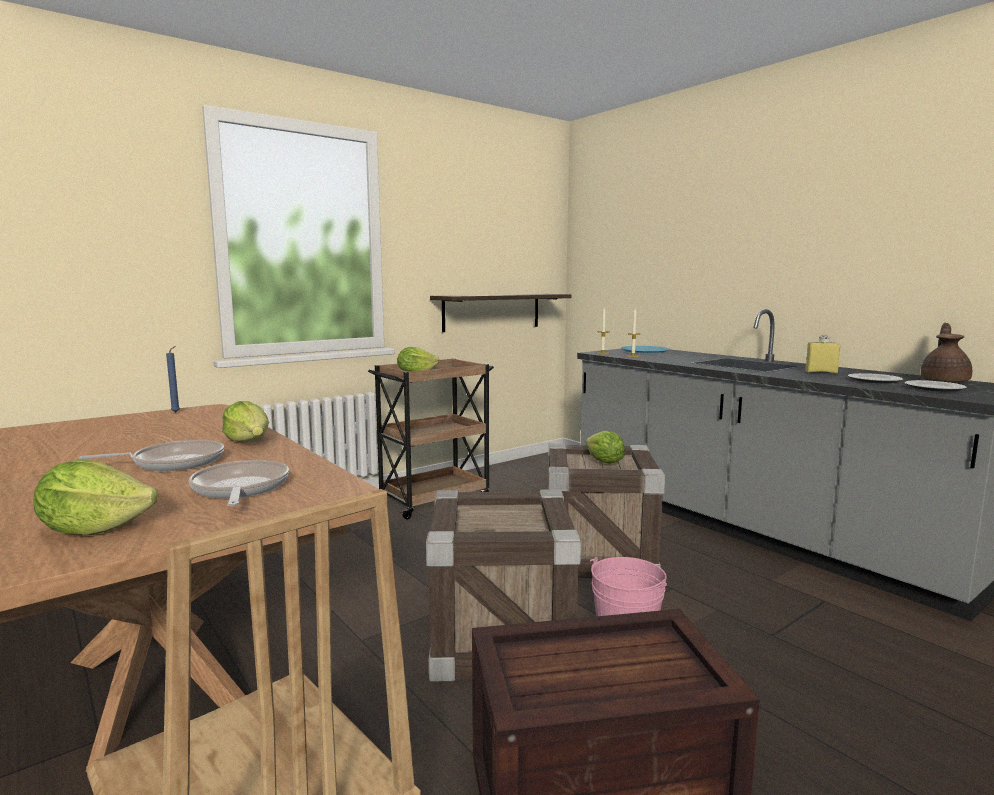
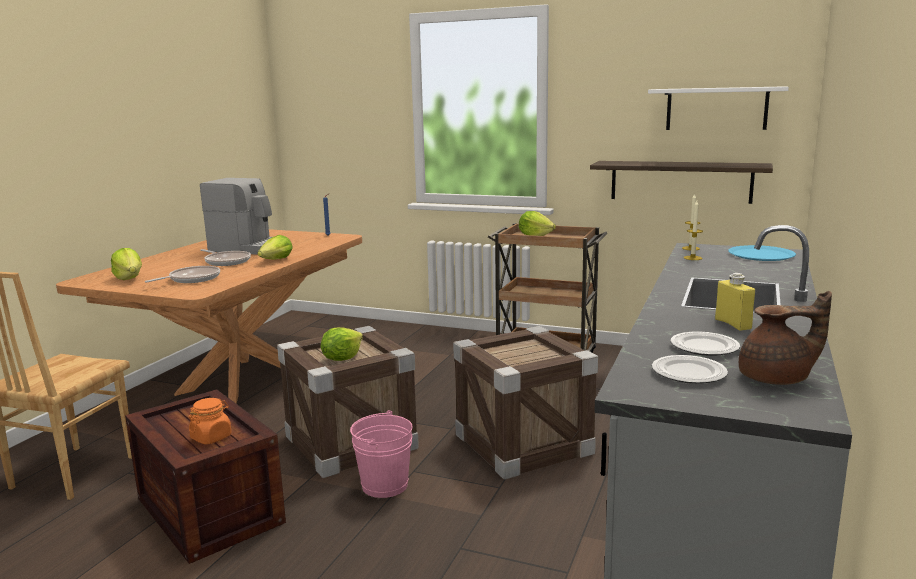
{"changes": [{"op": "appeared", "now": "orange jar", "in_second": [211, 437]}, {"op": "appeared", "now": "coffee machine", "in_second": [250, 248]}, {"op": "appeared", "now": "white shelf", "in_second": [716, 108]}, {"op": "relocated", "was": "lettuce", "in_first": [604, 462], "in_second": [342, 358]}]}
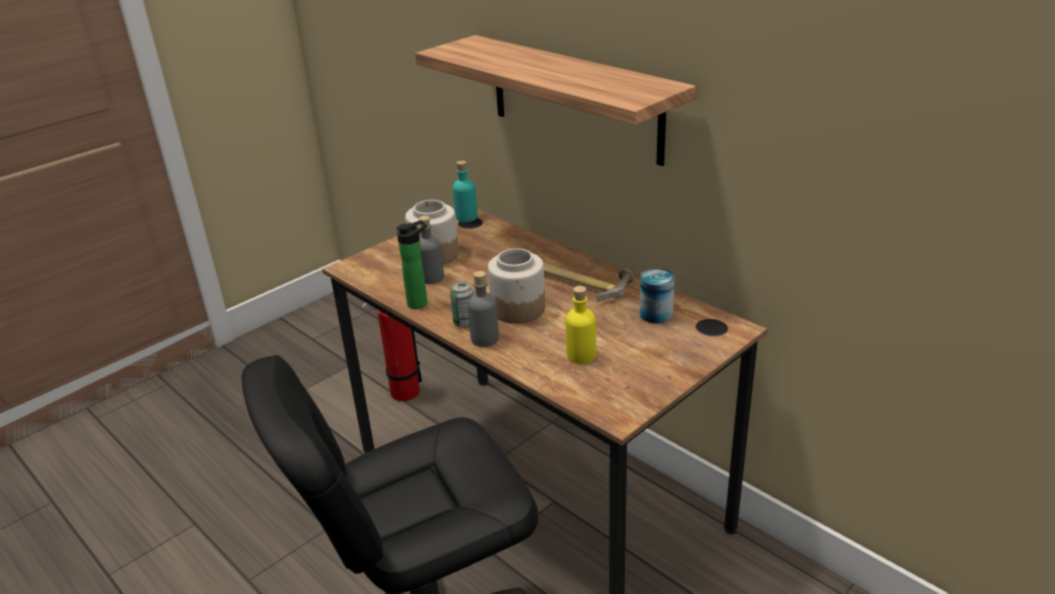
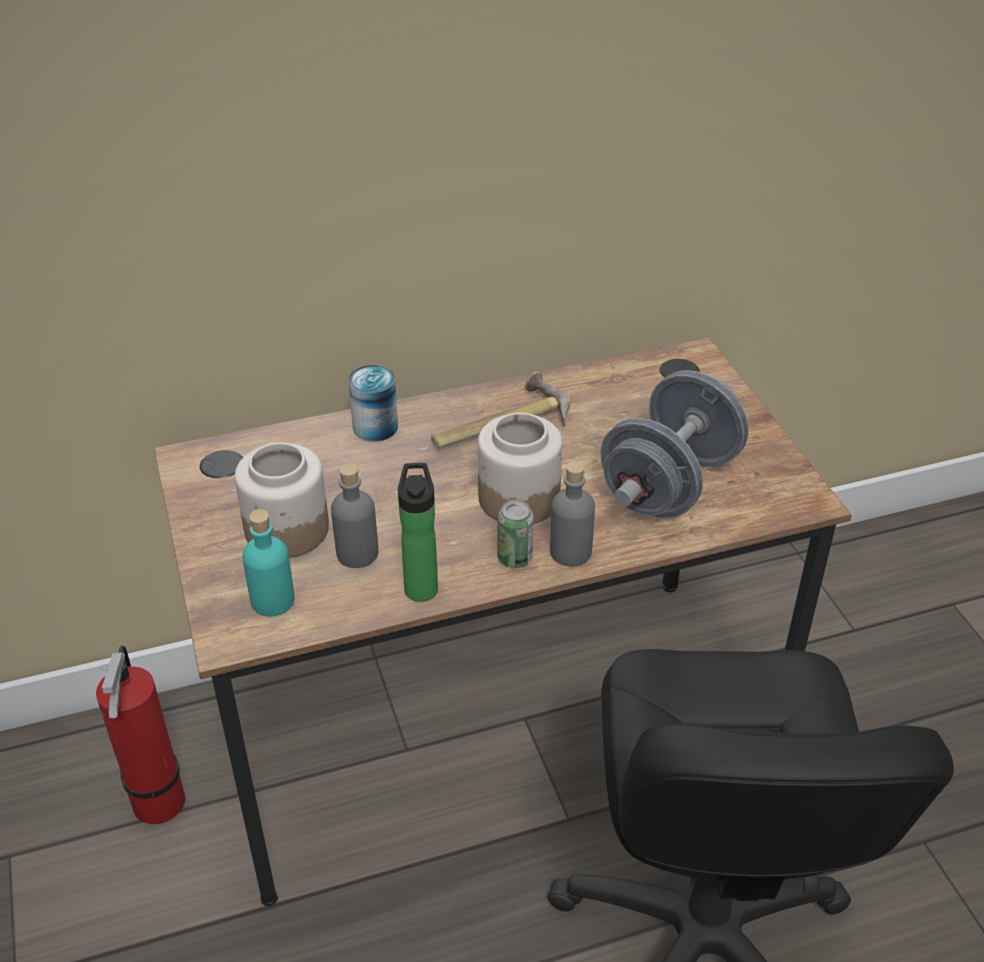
{"changes": [{"op": "missing", "was": "shelf", "in_first": [574, 98]}, {"op": "relocated", "was": "turquoise bottle", "in_first": [466, 217], "in_second": [272, 600]}, {"op": "relocated", "was": "can", "in_first": [656, 314], "in_second": [375, 427]}, {"op": "exchanged", "was": "yellow bottle", "now": "grey dumbbell", "in_first": [581, 355], "in_second": [669, 484]}]}
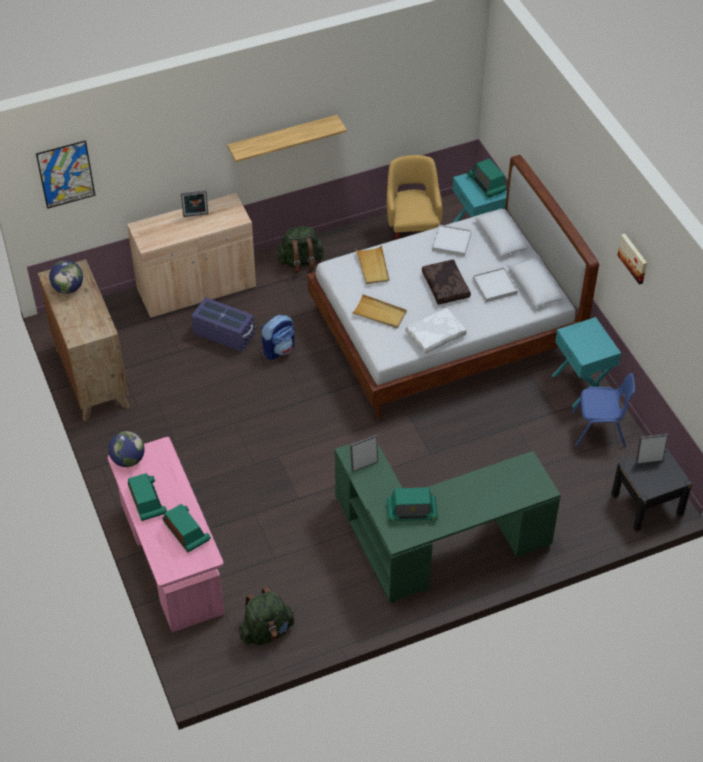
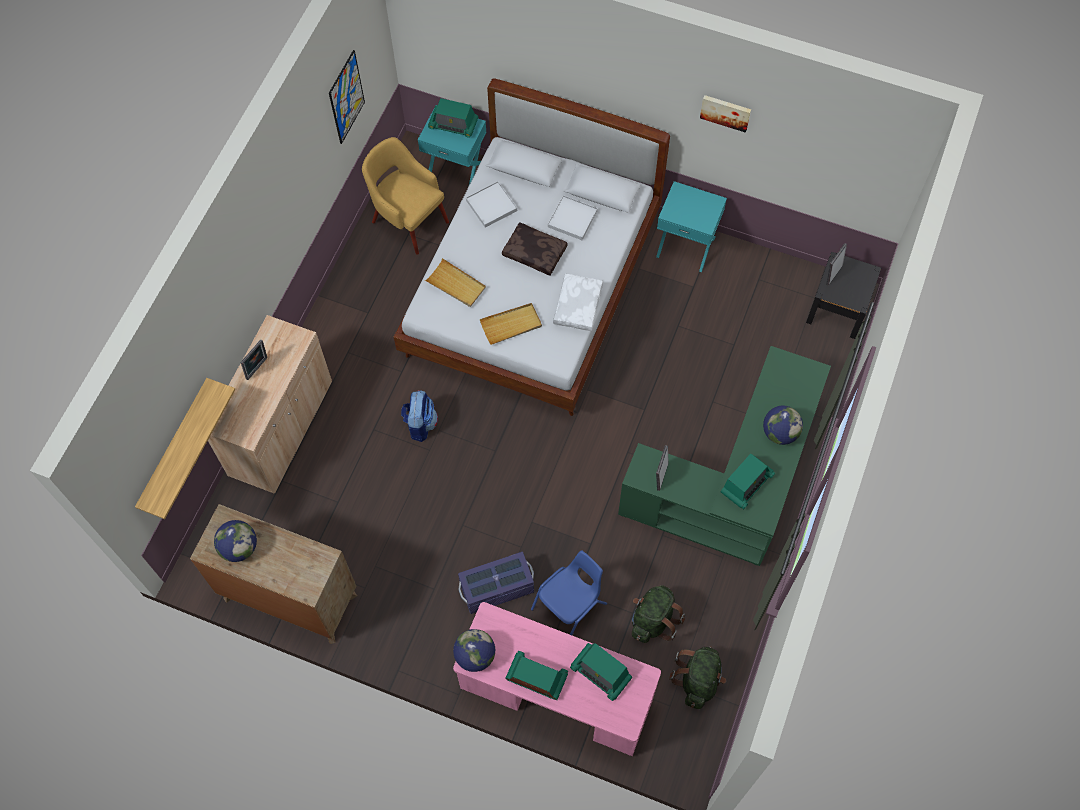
{"changes": [{"op": "appeared", "now": "globe", "in_second": [779, 433]}, {"op": "relocated", "was": "picture", "in_first": [66, 174], "in_second": [346, 97]}, {"op": "relocated", "was": "purple storage box", "in_first": [224, 334], "in_second": [496, 588]}, {"op": "relocated", "was": "shelf", "in_first": [283, 138], "in_second": [175, 447]}, {"op": "relocated", "was": "green backpack", "in_first": [300, 262], "in_second": [653, 620]}, {"op": "relocated", "was": "blue chair", "in_first": [599, 430], "in_second": [570, 606]}, {"op": "spun", "was": "radio", "in_first": [186, 532], "in_second": [601, 673], "clockwise": -150}]}
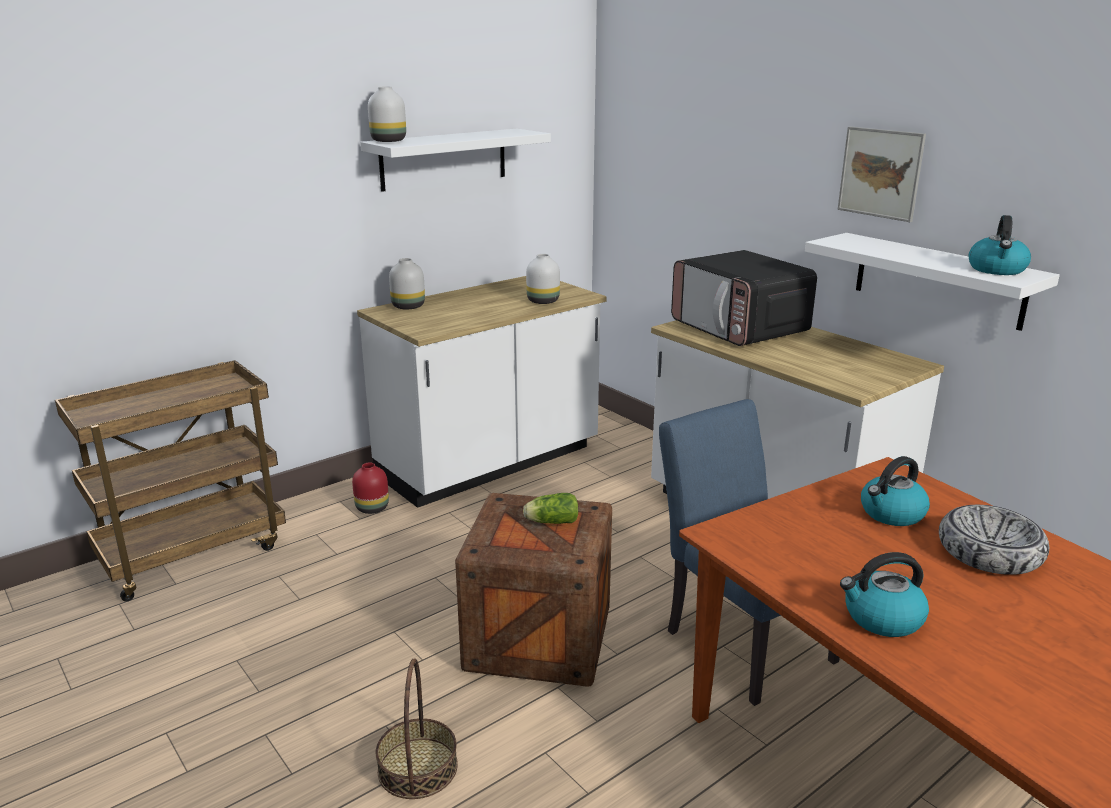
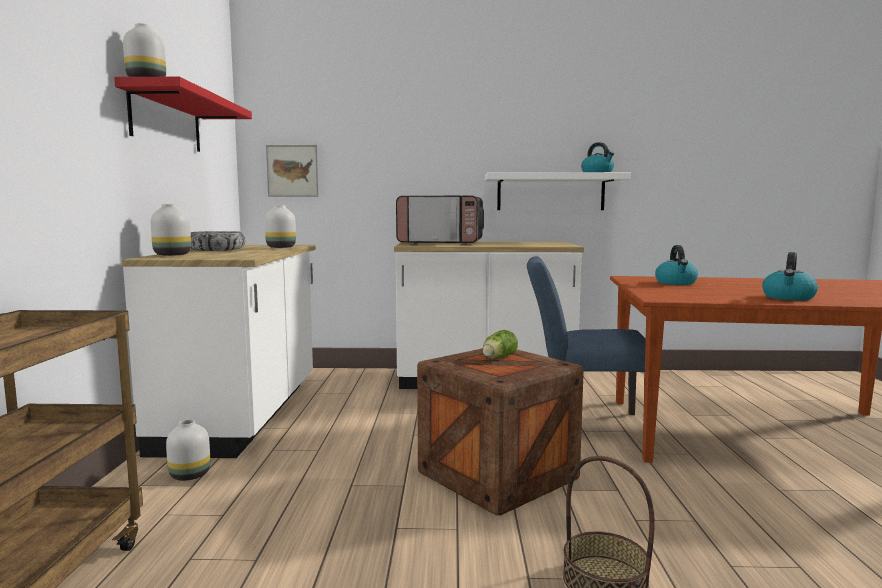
{"changes": [{"op": "relocated", "was": "picture", "in_first": [880, 173], "in_second": [292, 171]}, {"op": "relocated", "was": "bowl", "in_first": [989, 553], "in_second": [216, 249]}, {"op": "colour", "was": "red vase", "now": "white vase", "in_first": [372, 507], "in_second": [189, 475]}, {"op": "colour", "was": "white shelf", "now": "red shelf", "in_first": [444, 159], "in_second": [166, 120]}]}
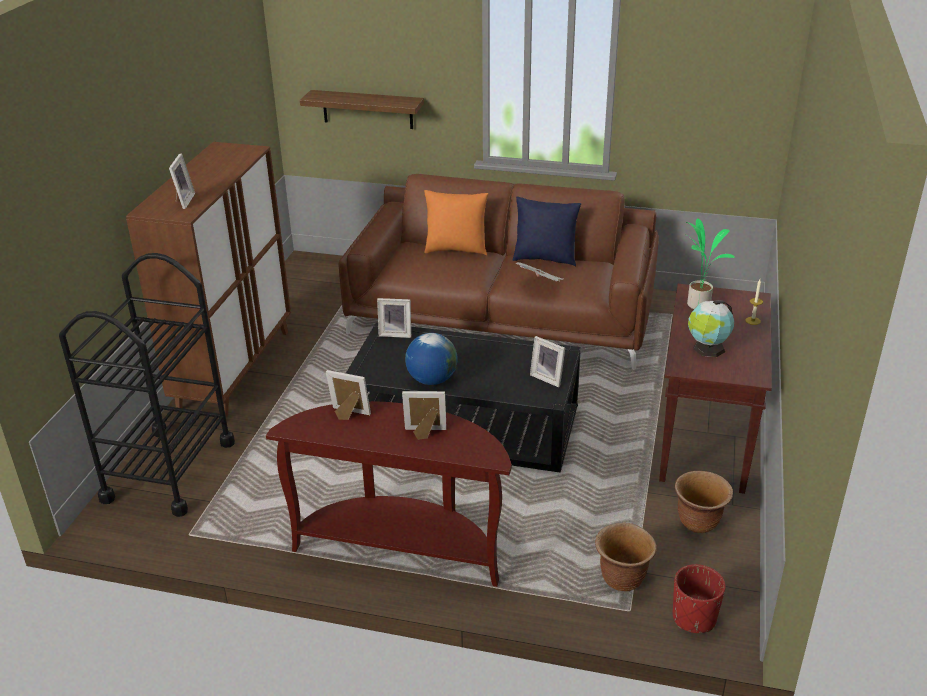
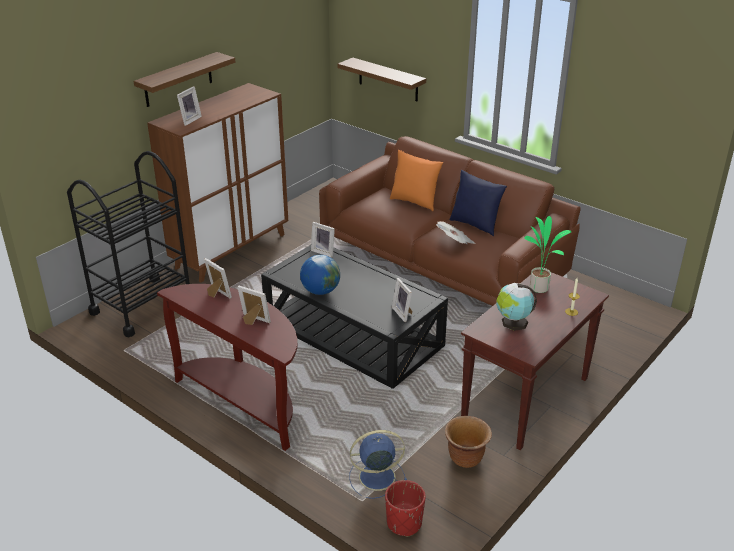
{"changes": [{"op": "appeared", "now": "shelf", "in_second": [178, 80]}, {"op": "exchanged", "was": "brown planter", "now": "blue fan", "in_first": [622, 578], "in_second": [375, 477]}]}
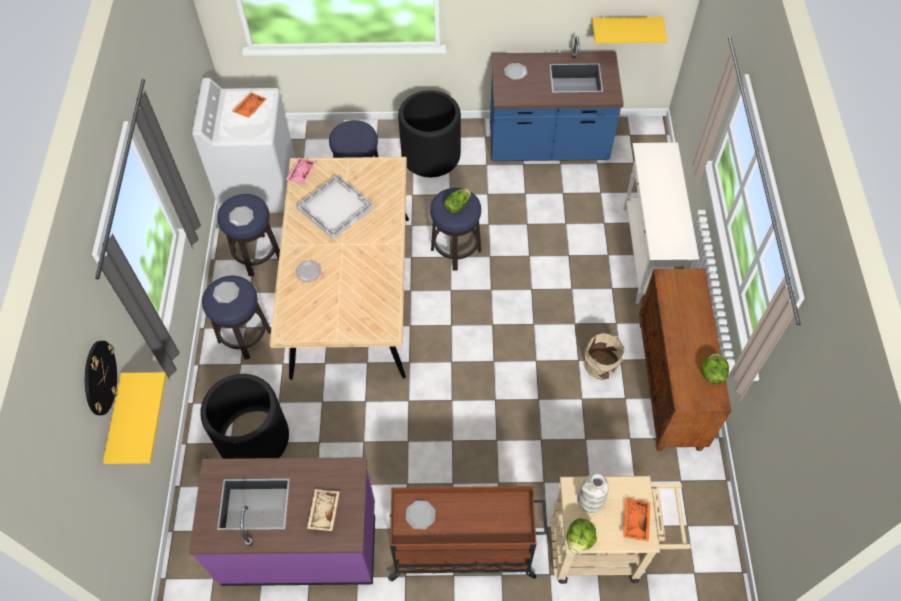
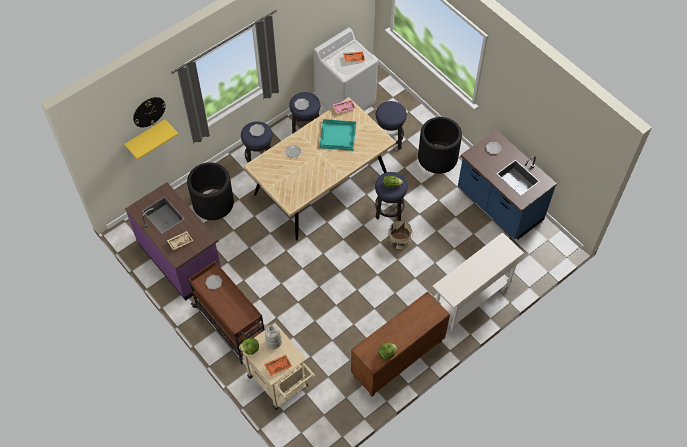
{"changes": [{"op": "missing", "was": "yellow shelf", "in_first": [625, 27]}, {"op": "relocated", "was": "beige bucket", "in_first": [601, 366], "in_second": [399, 241]}, {"op": "colour", "was": "white tray", "now": "turquoise tray", "in_first": [335, 207], "in_second": [338, 135]}]}
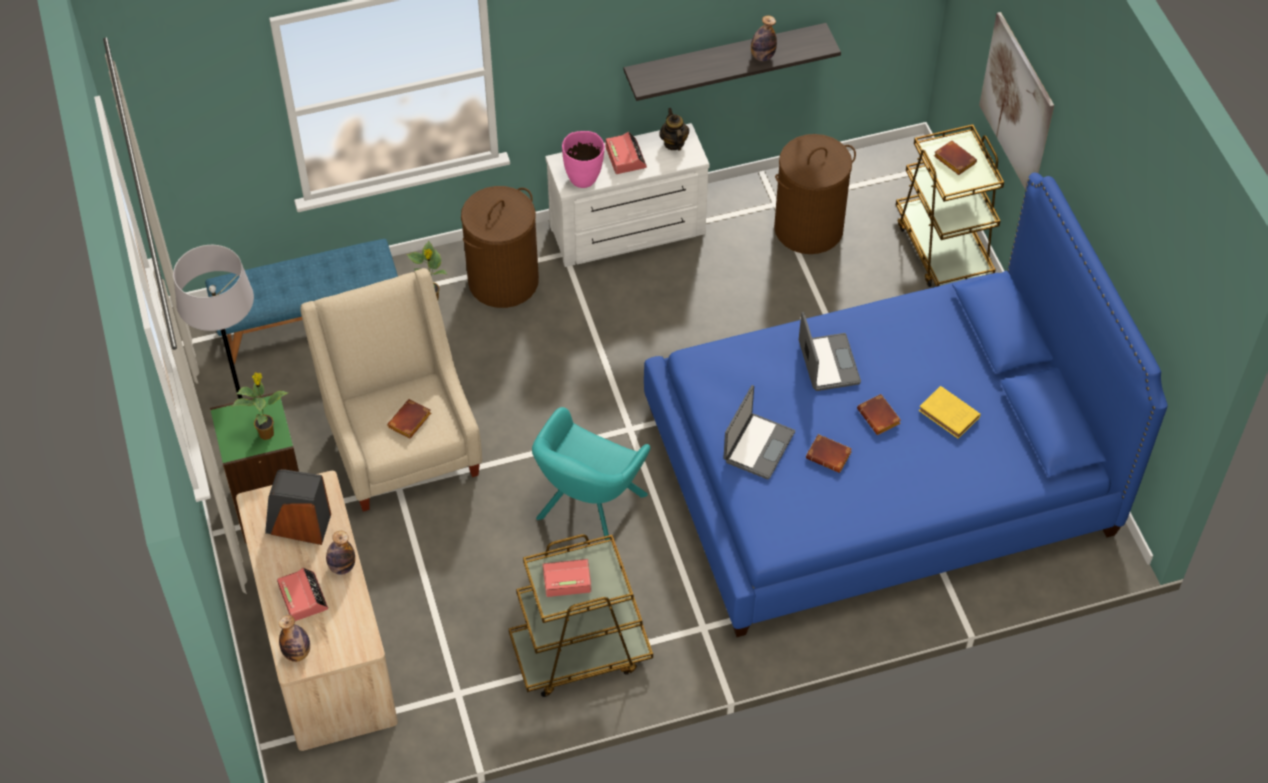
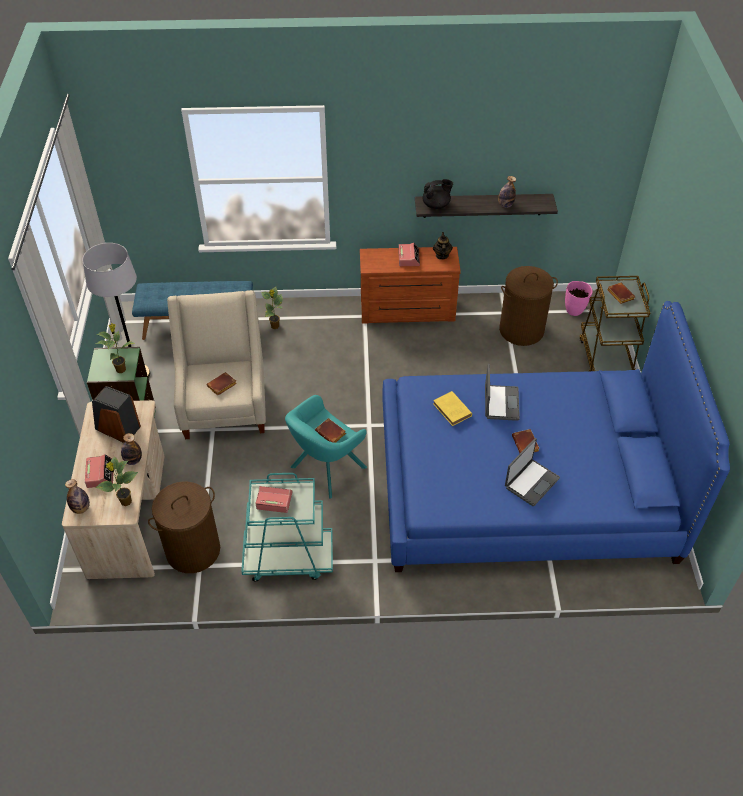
{"changes": [{"op": "missing", "was": "picture", "in_first": [1017, 104]}, {"op": "appeared", "now": "potted plant", "in_second": [125, 502]}, {"op": "appeared", "now": "black teapot", "in_second": [436, 205]}, {"op": "relocated", "was": "brown laundry basket", "in_first": [503, 281], "in_second": [193, 550]}, {"op": "relocated", "was": "pink vase", "in_first": [583, 178], "in_second": [574, 310]}, {"op": "relocated", "was": "laptop", "in_first": [757, 446], "in_second": [531, 482]}, {"op": "relocated", "was": "brown book", "in_first": [830, 455], "in_second": [331, 433]}, {"op": "relocated", "was": "yellow book", "in_first": [950, 415], "in_second": [452, 410]}, {"op": "colour", "was": "brown cart", "now": "turquoise cart", "in_first": [580, 653], "in_second": [288, 558]}, {"op": "colour", "was": "white dresser", "now": "brown dresser", "in_first": [628, 233], "in_second": [407, 311]}]}
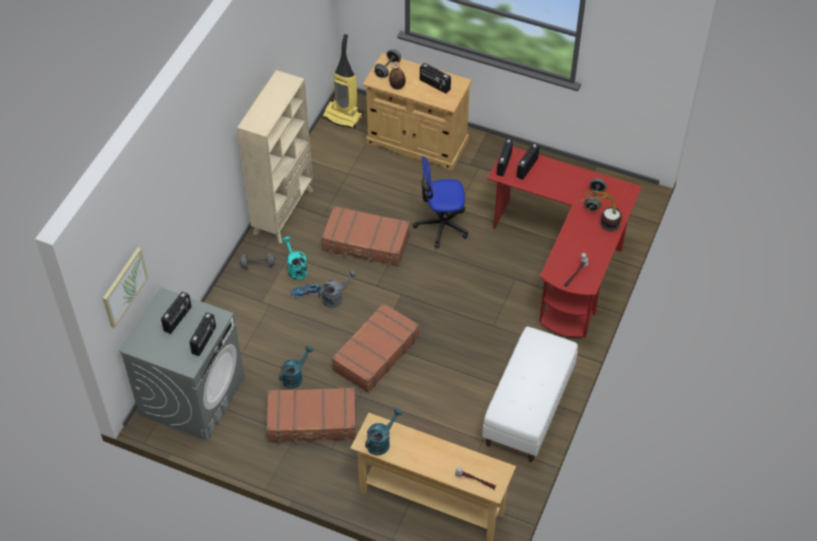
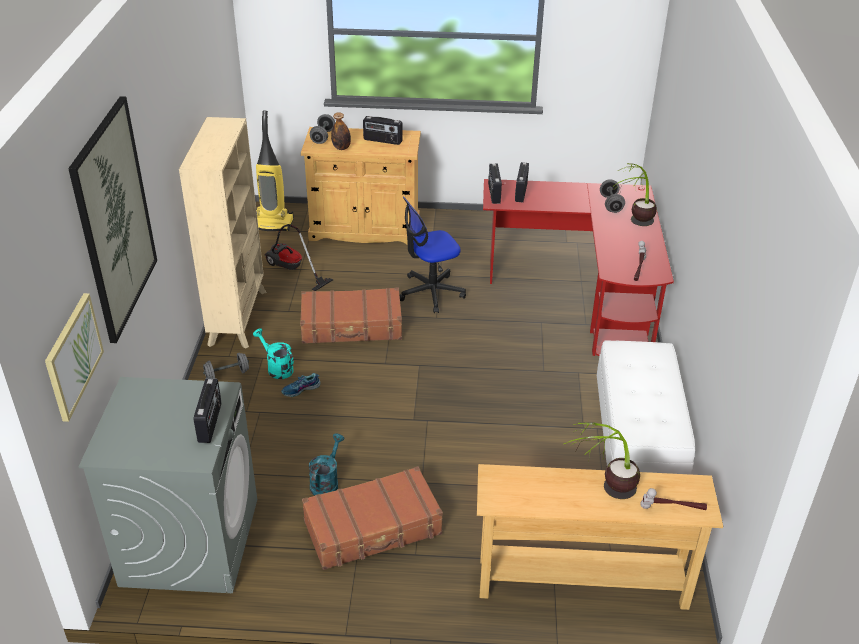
{"changes": [{"op": "missing", "was": "radio", "in_first": [178, 319]}, {"op": "missing", "was": "grey watering can", "in_first": [335, 297]}, {"op": "missing", "was": "brown suitcase", "in_first": [375, 353]}, {"op": "missing", "was": "turquoise watering can", "in_first": [381, 441]}, {"op": "appeared", "now": "picture", "in_second": [114, 219]}, {"op": "appeared", "now": "vacuum cleaner", "in_second": [291, 270]}, {"op": "appeared", "now": "potted plant", "in_second": [602, 493]}]}
